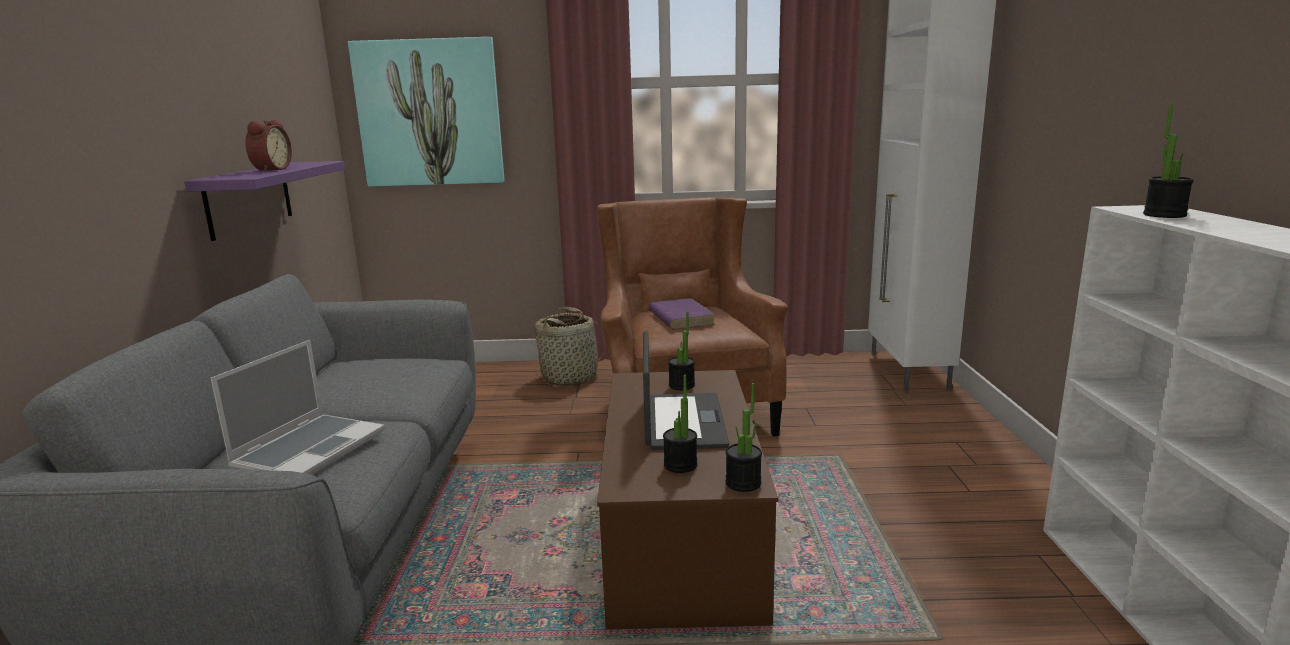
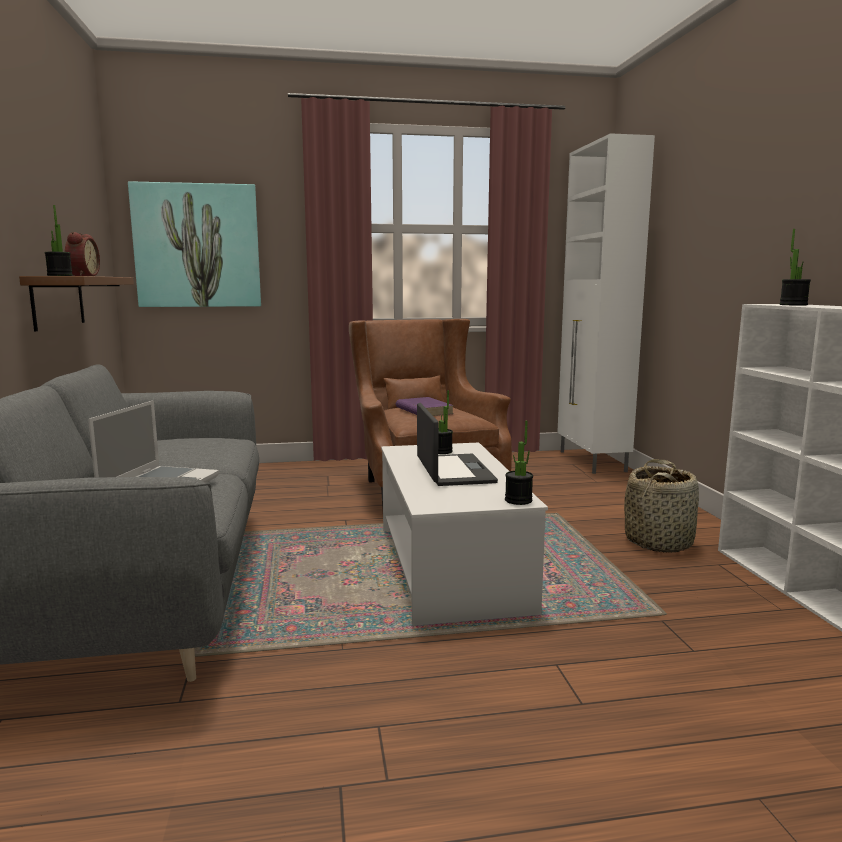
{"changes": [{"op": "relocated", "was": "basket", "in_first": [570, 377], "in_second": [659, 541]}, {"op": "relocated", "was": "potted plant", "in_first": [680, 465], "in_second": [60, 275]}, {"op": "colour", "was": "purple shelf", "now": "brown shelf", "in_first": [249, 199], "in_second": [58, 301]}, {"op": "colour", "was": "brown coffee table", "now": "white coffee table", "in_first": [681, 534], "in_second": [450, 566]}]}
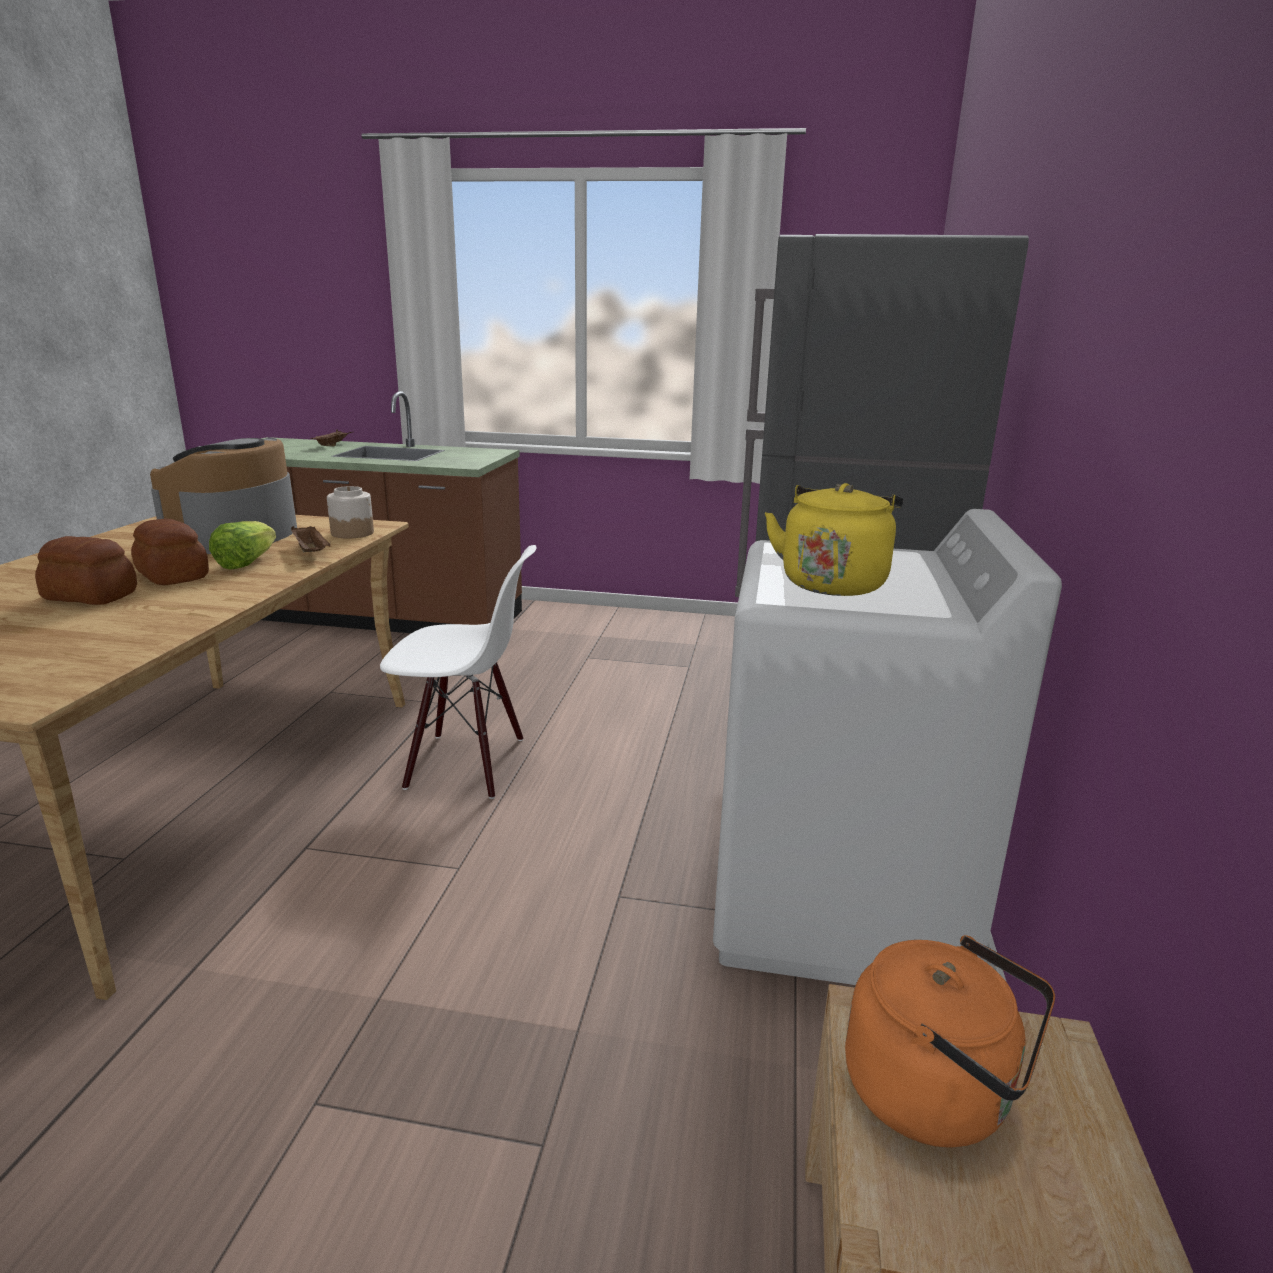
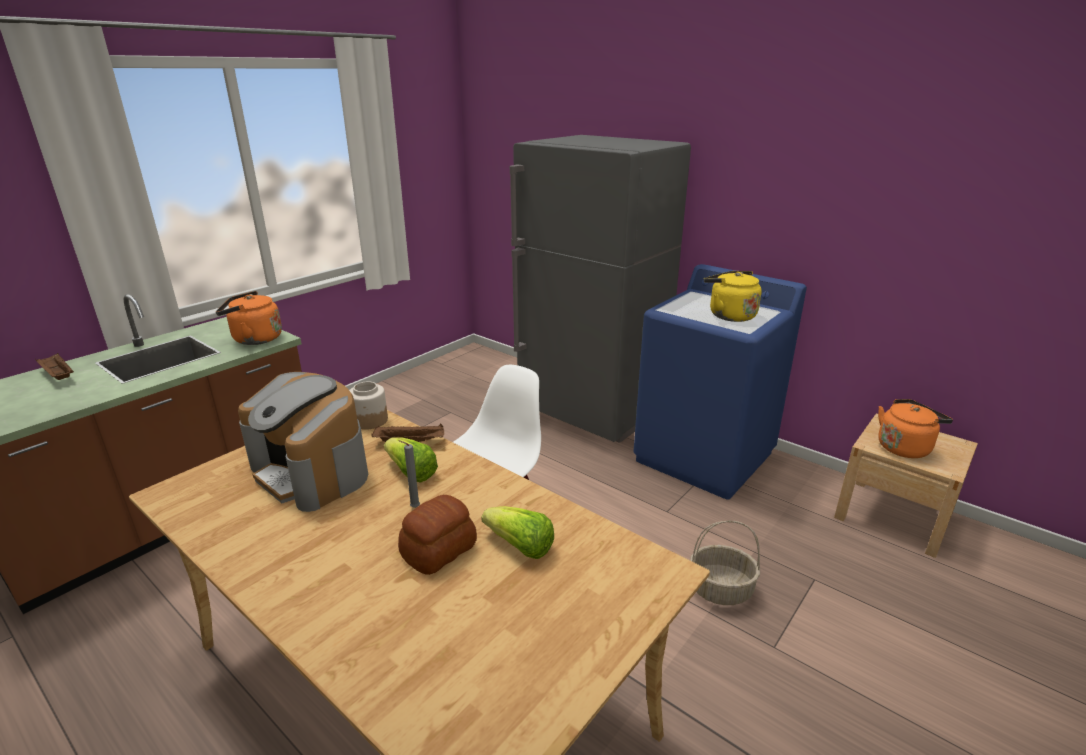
{"changes": [{"op": "appeared", "now": "orange kettle", "in_second": [254, 339]}, {"op": "appeared", "now": "lettuce", "in_second": [520, 546]}, {"op": "appeared", "now": "basket", "in_second": [720, 590]}, {"op": "exchanged", "was": "bread", "now": "grey candle", "in_first": [174, 575], "in_second": [413, 508]}, {"op": "colour", "was": "white washing machine", "now": "blue washing machine", "in_first": [836, 905], "in_second": [704, 457]}]}
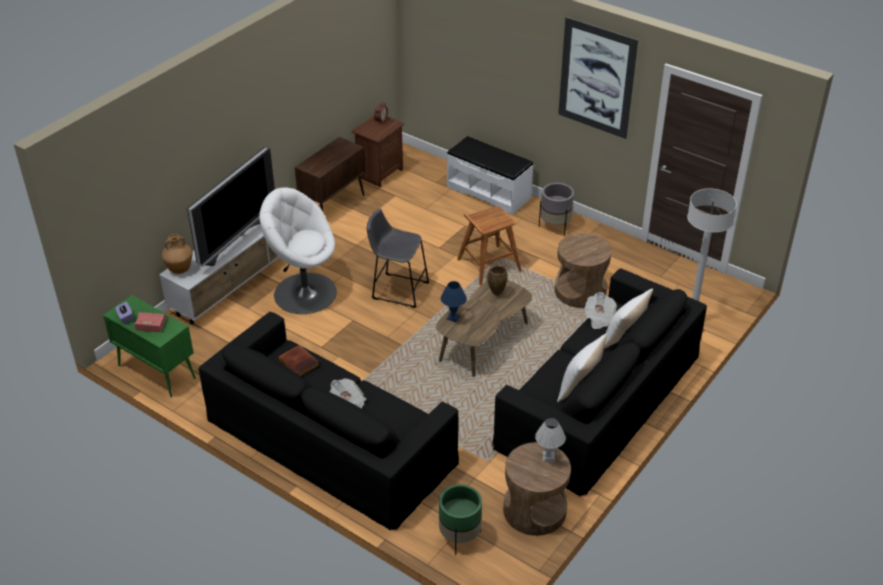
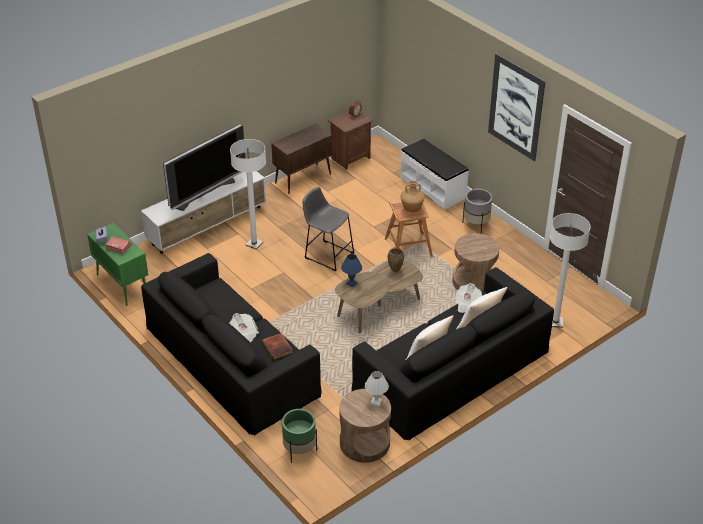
{"changes": [{"op": "relocated", "was": "brown vase", "in_first": [179, 270], "in_second": [411, 209]}, {"op": "relocated", "was": "book", "in_first": [299, 362], "in_second": [278, 348]}, {"op": "exchanged", "was": "white armchair", "now": "white floor lamp", "in_first": [304, 292], "in_second": [254, 244]}]}
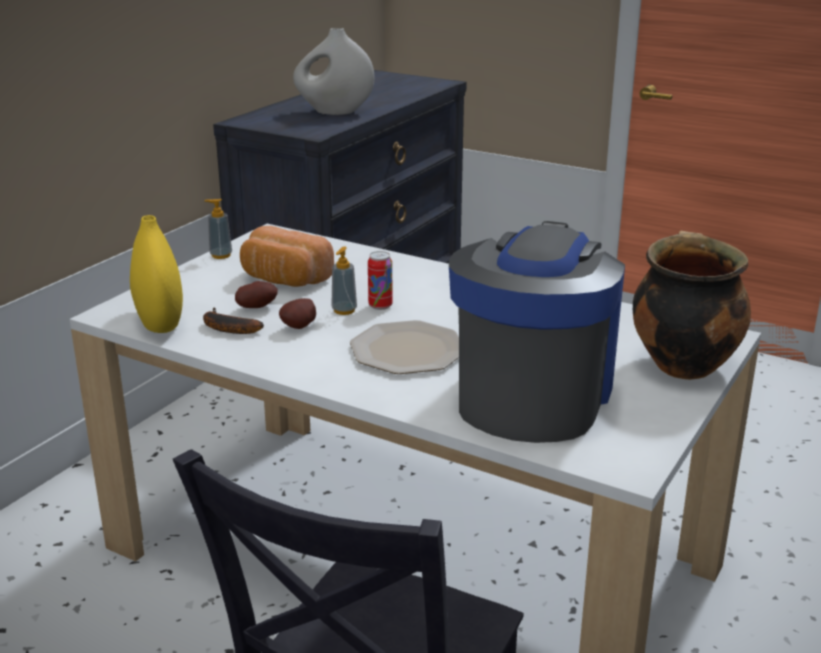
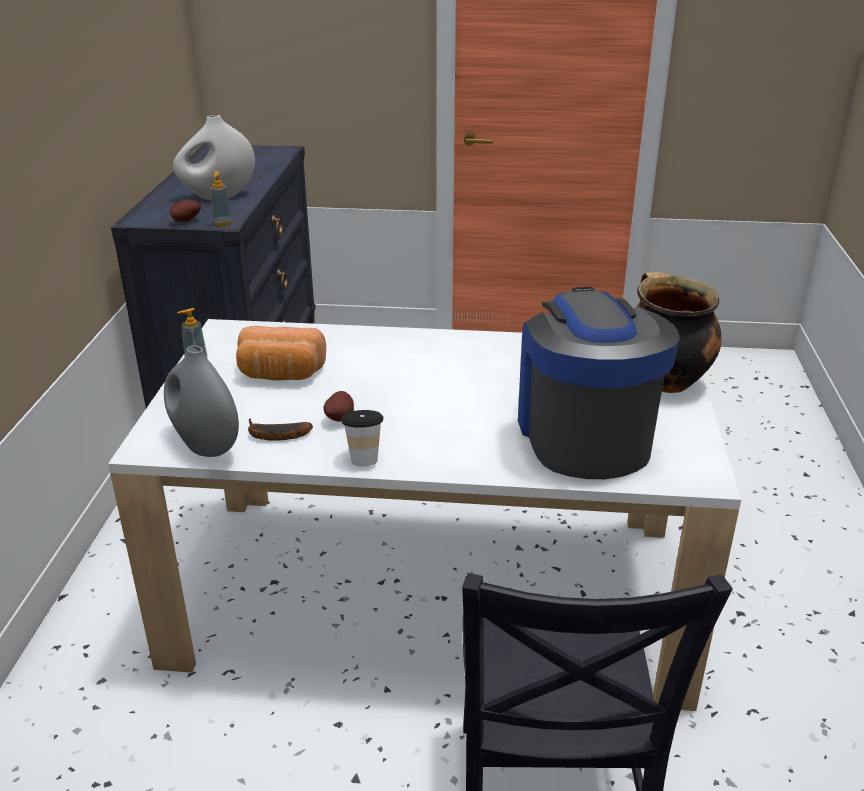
{"changes": [{"op": "missing", "was": "plate", "in_first": [408, 350]}, {"op": "missing", "was": "can", "in_first": [380, 306]}, {"op": "appeared", "now": "cup", "in_second": [364, 458]}, {"op": "relocated", "was": "potato", "in_first": [257, 307], "in_second": [186, 221]}, {"op": "relocated", "was": "soap dispenser", "in_first": [344, 310], "in_second": [222, 223]}, {"op": "colour", "was": "yellow vase", "now": "grey vase", "in_first": [159, 323], "in_second": [205, 446]}]}
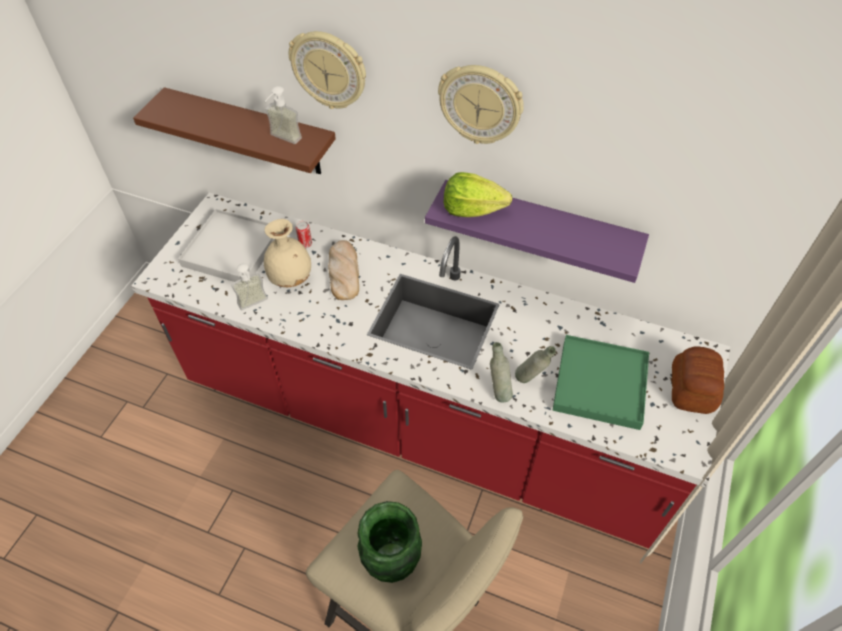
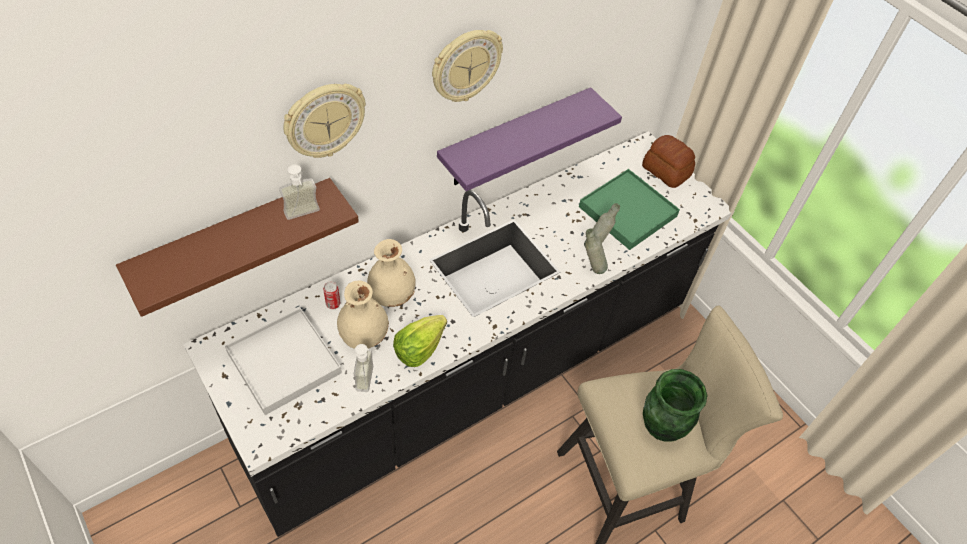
{"changes": [{"op": "relocated", "was": "lettuce", "in_first": [472, 209], "in_second": [419, 349]}, {"op": "exchanged", "was": "bread", "now": "beige vase", "in_first": [343, 272], "in_second": [392, 295]}, {"op": "colour", "was": "red counter", "now": "black counter", "in_first": [421, 422], "in_second": [472, 377]}]}
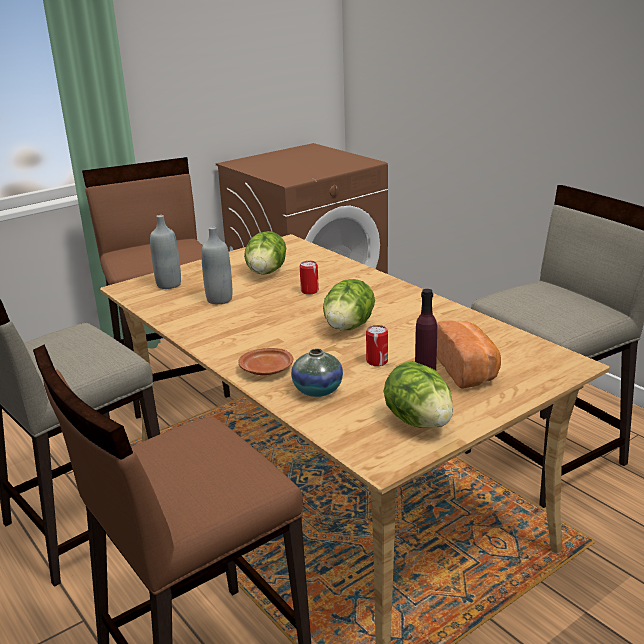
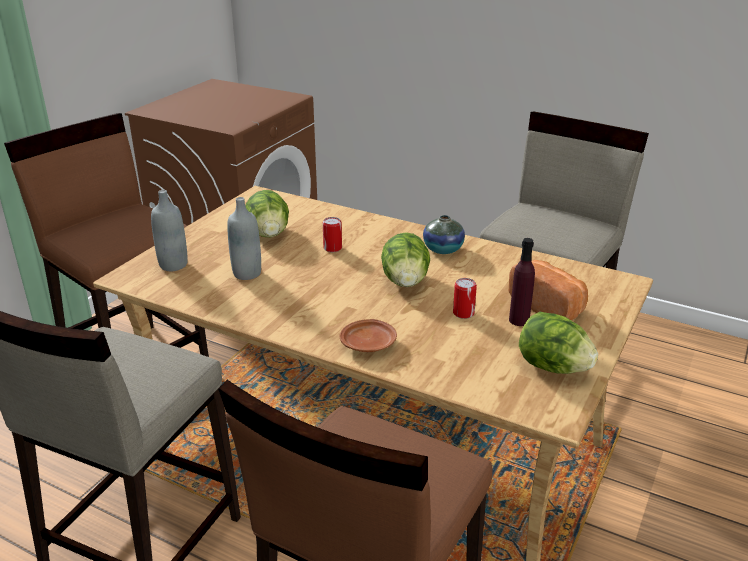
{"changes": [{"op": "relocated", "was": "vase", "in_first": [317, 390], "in_second": [443, 249]}]}
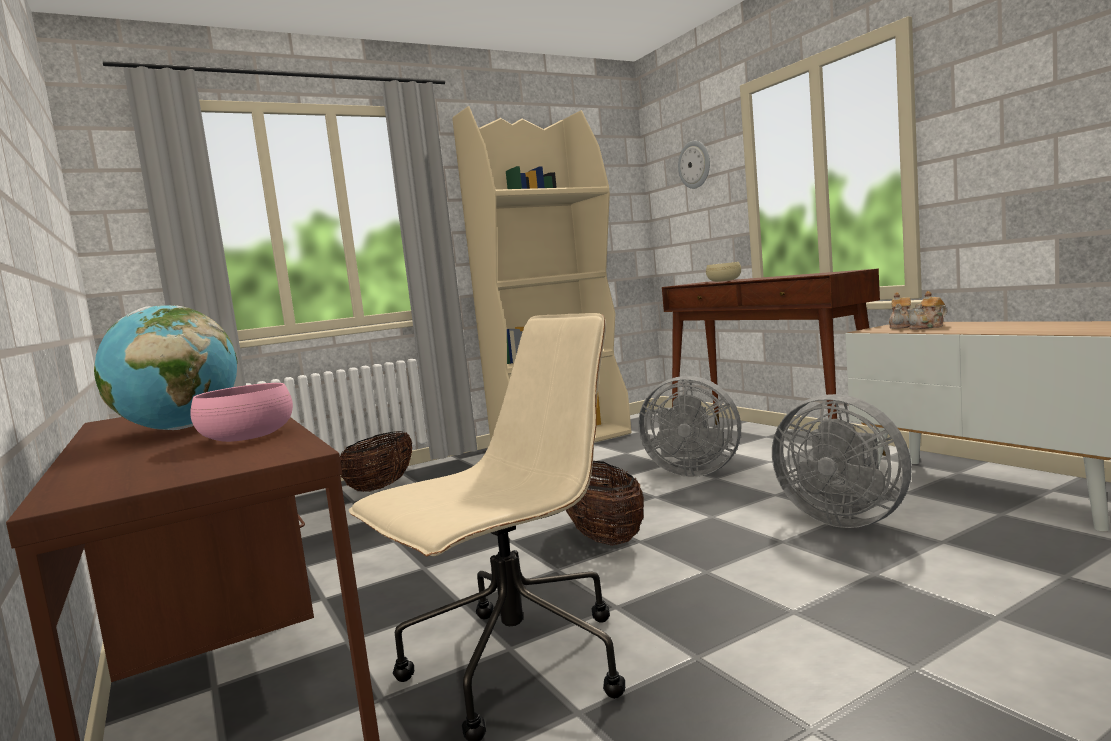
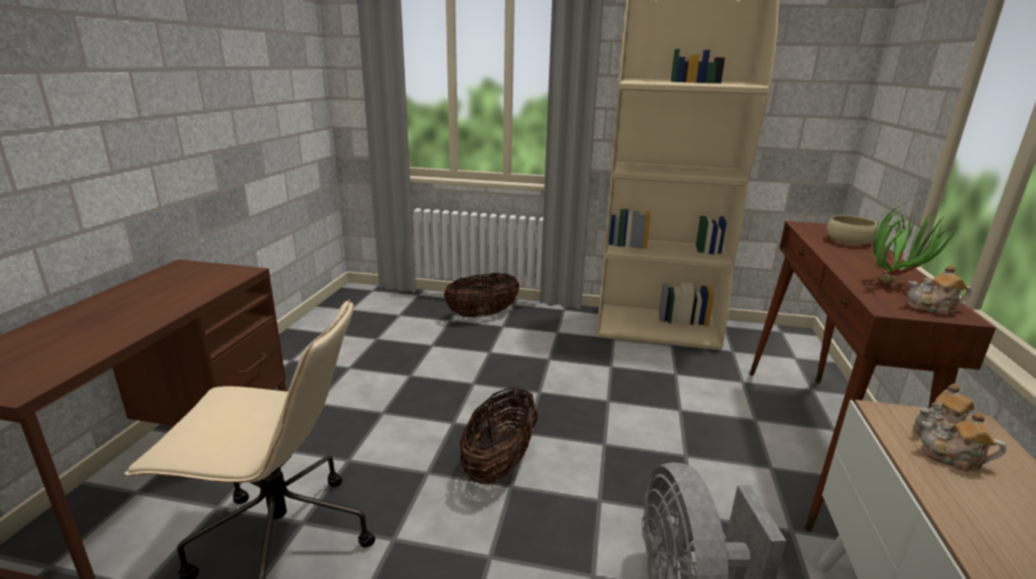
{"changes": [{"op": "missing", "was": "globe", "in_first": [179, 429]}, {"op": "missing", "was": "pink bowl", "in_first": [247, 435]}, {"op": "missing", "was": "grey fan", "in_first": [691, 472]}, {"op": "missing", "was": "wall clock", "in_first": [695, 164]}, {"op": "appeared", "now": "potted plant", "in_second": [893, 283]}, {"op": "appeared", "now": "teapot", "in_second": [933, 308]}]}
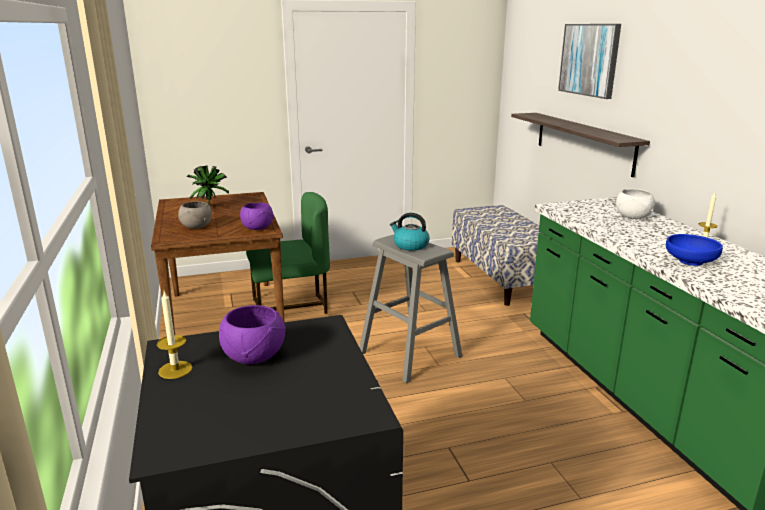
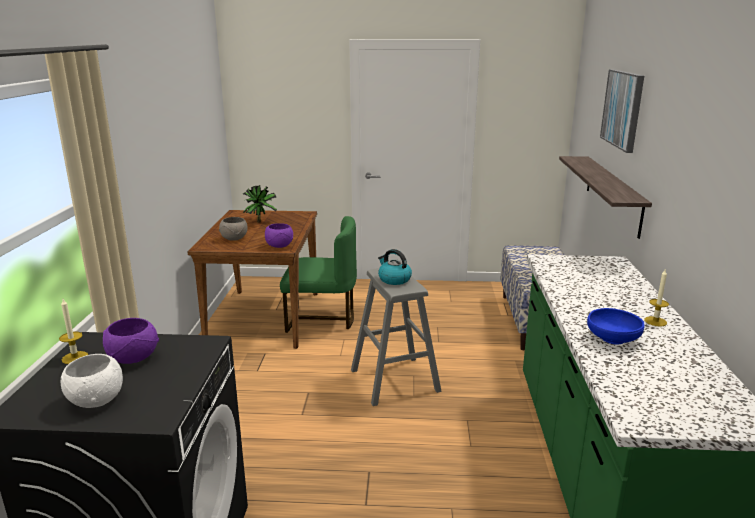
{"changes": [{"op": "relocated", "was": "white bowl", "in_first": [632, 217], "in_second": [96, 399]}]}
